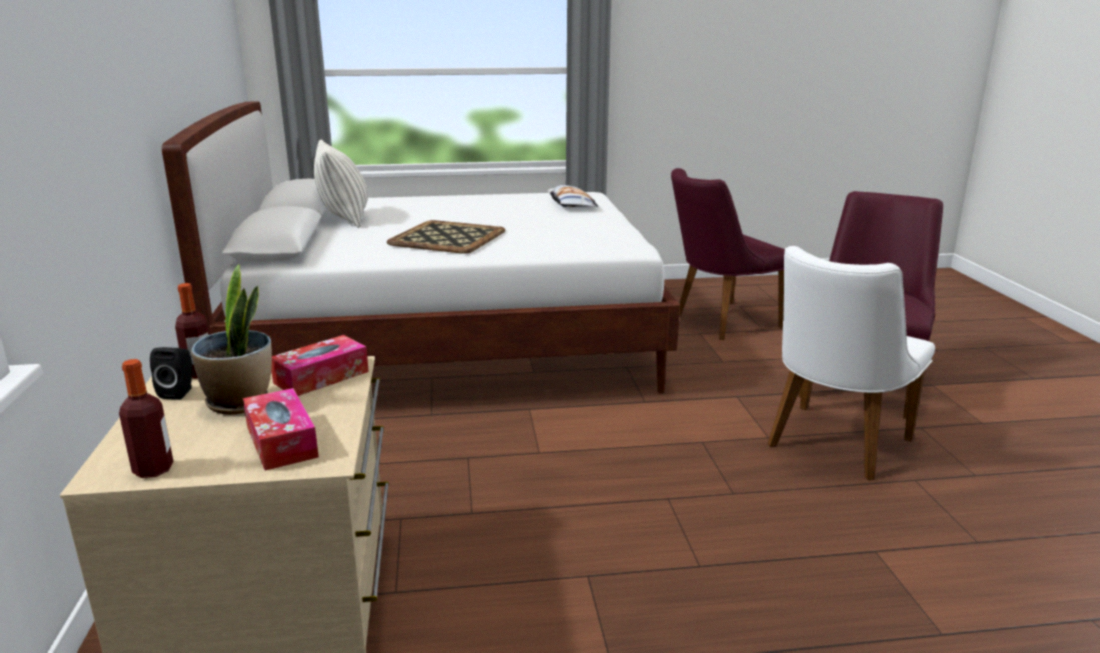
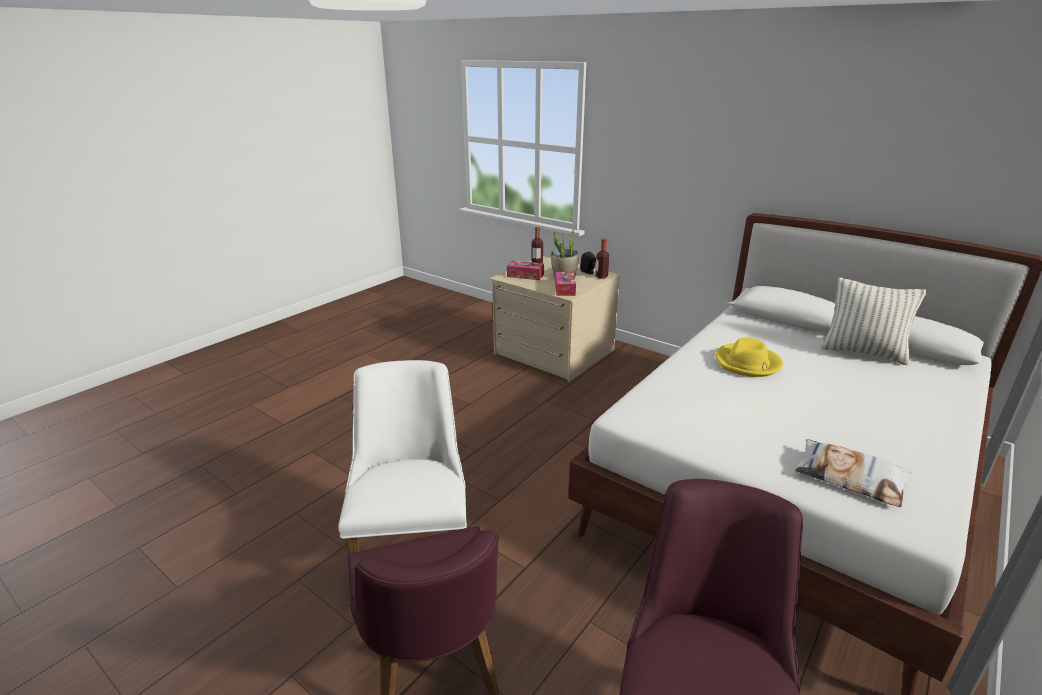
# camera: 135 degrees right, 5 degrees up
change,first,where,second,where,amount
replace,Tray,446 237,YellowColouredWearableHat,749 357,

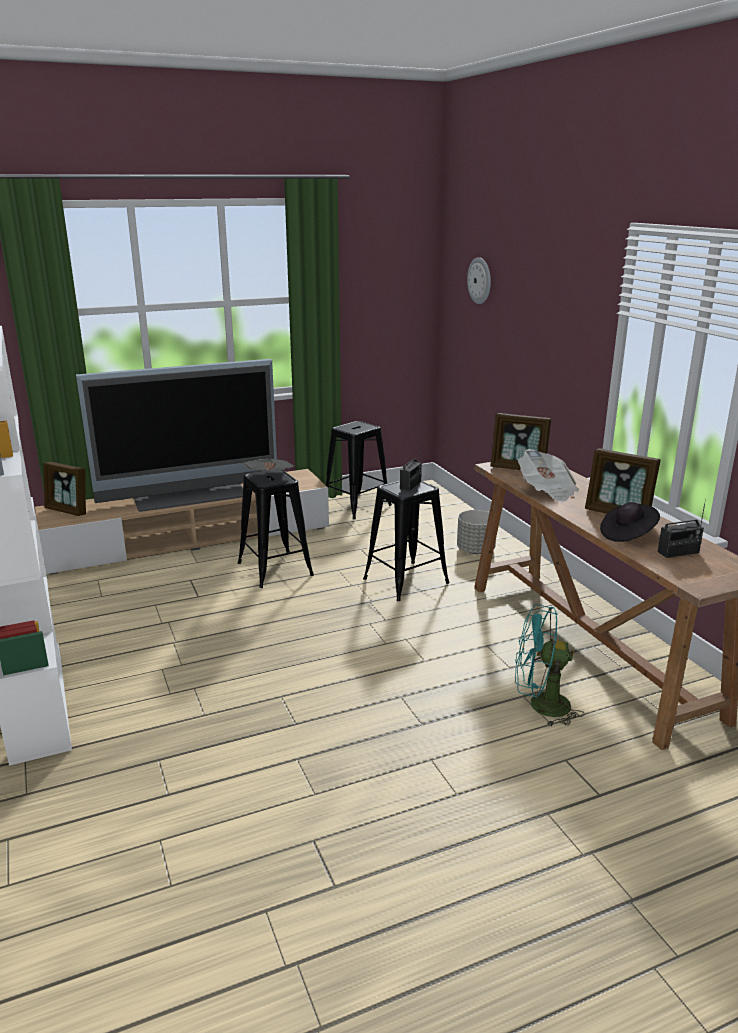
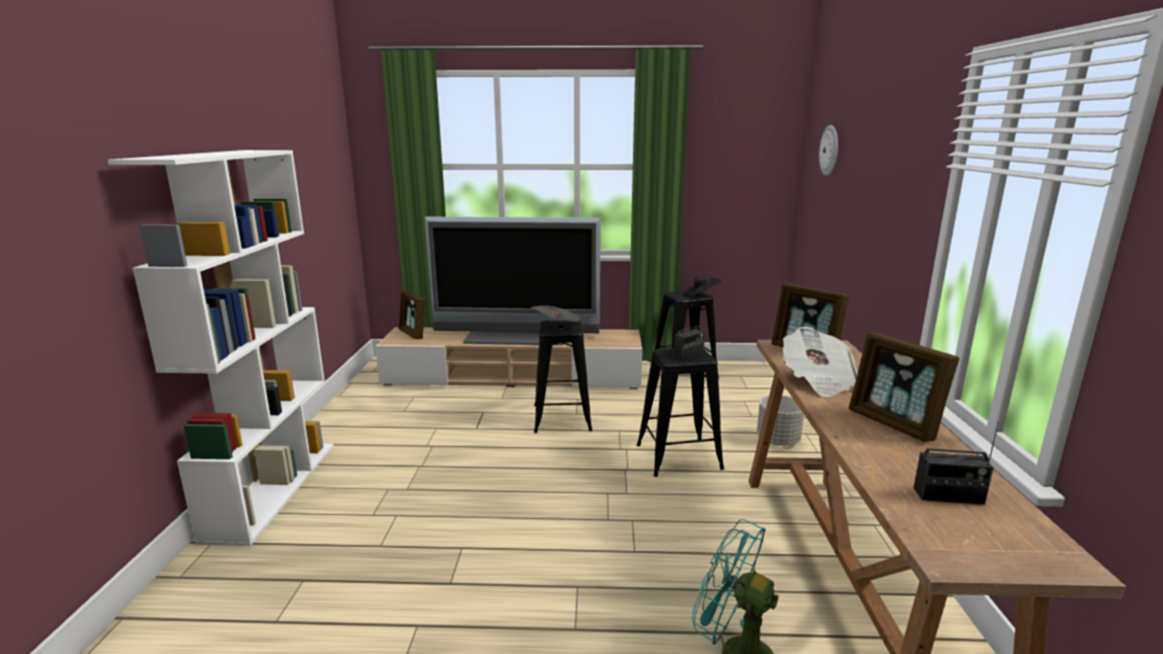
# camera: 25 degrees right, 5 degrees down
change,first,where,second,where,amount
move,BlackishWearableHat,630 522,,703 286,

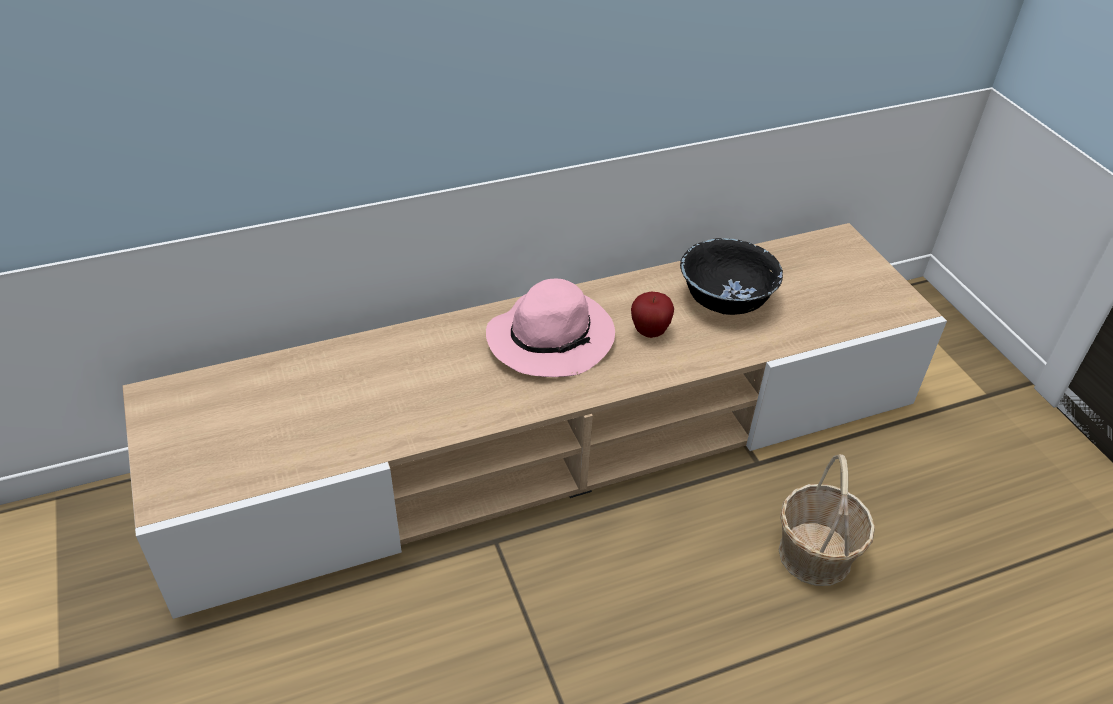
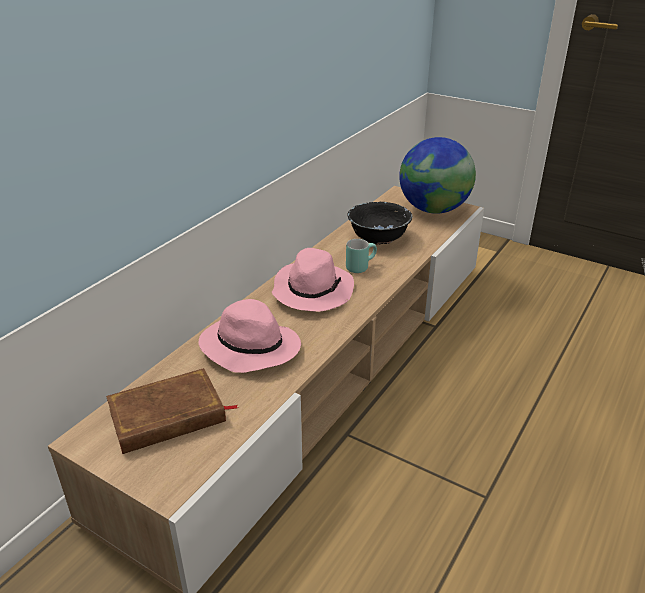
# camera: 35 degrees left, 10 degrees down
change,first,where,second,where,amount
delete,HouseholdBasket,827 520,,,
insert,,,BrownishBoundBook,172 411,
insert,,,PinkWearableHat,250 336,
insert,,,WorldGlobe,437 175,
replace,Apple,652 315,TurquoiseColouredMug,361 256,

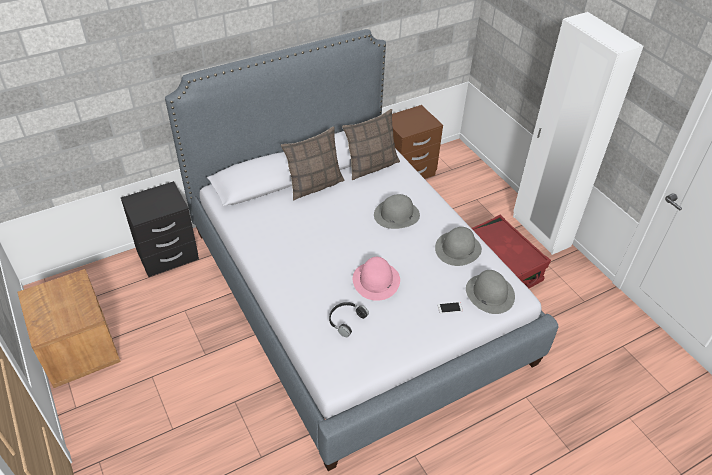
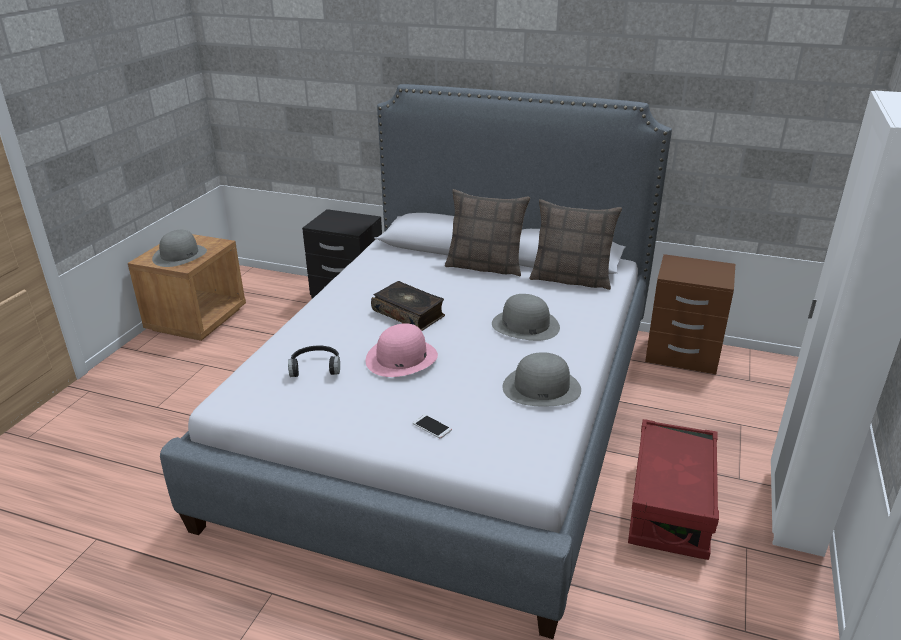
# camera: 50 degrees right, 15 degrees down
change,first,where,second,where,amount
insert,,,BoundBook,408 306,
move,GreyWearableHat,490 292,,179 248,

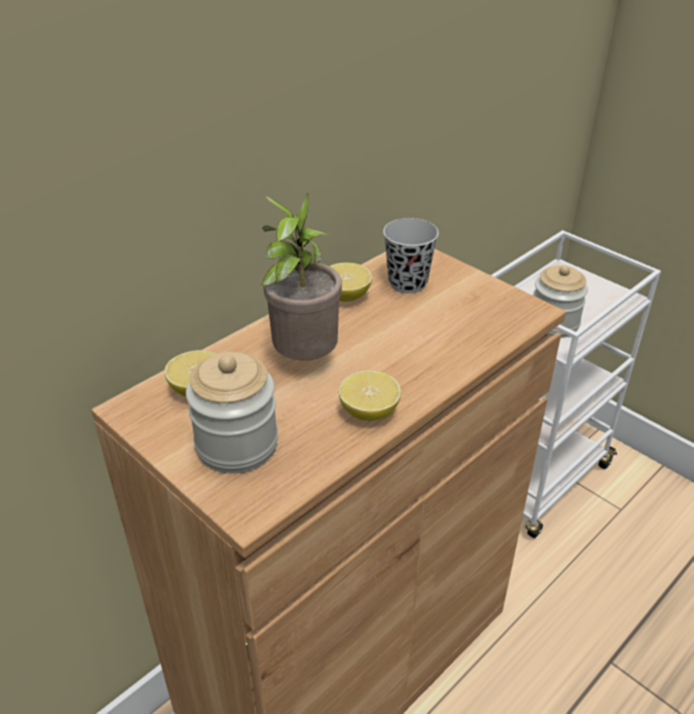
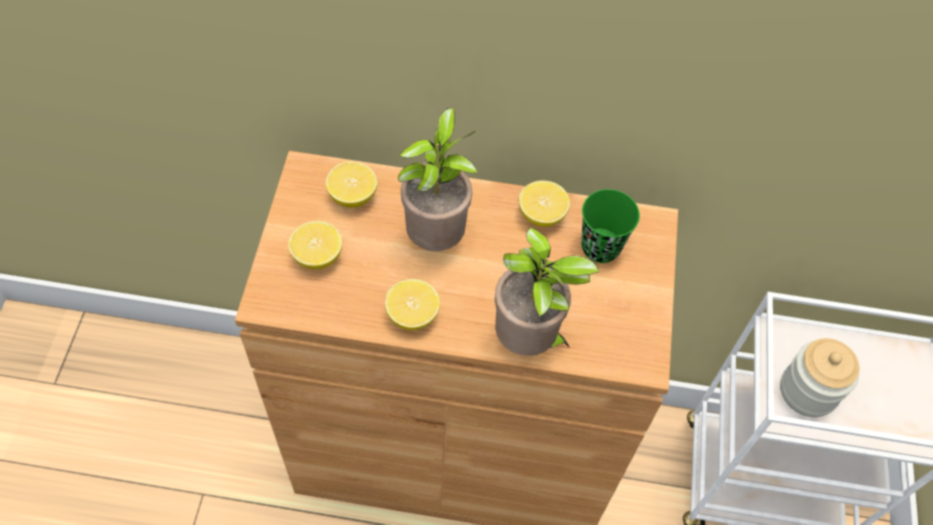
# camera: 50 degrees right, 20 degrees up
change,first,where,second,where,amount
insert,,,PottedPlant,547 291,
replace,StorageJar,232 412,Lemon,315 245,
recolor,BlackishSmallCup,411 255,GreenColouredSmallCup,610 226,

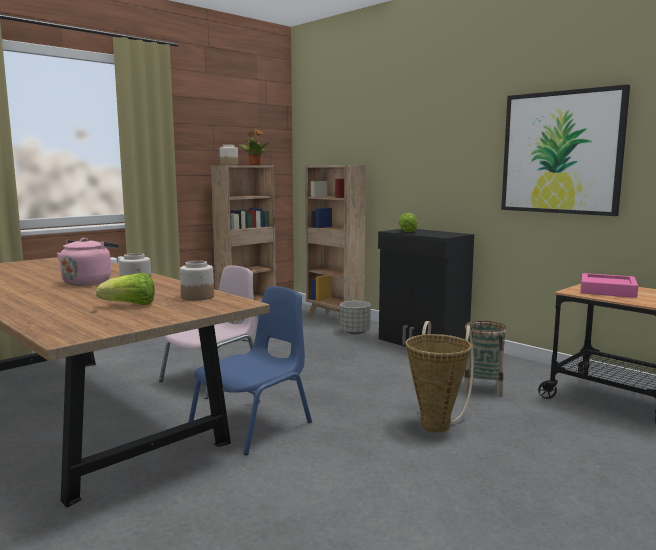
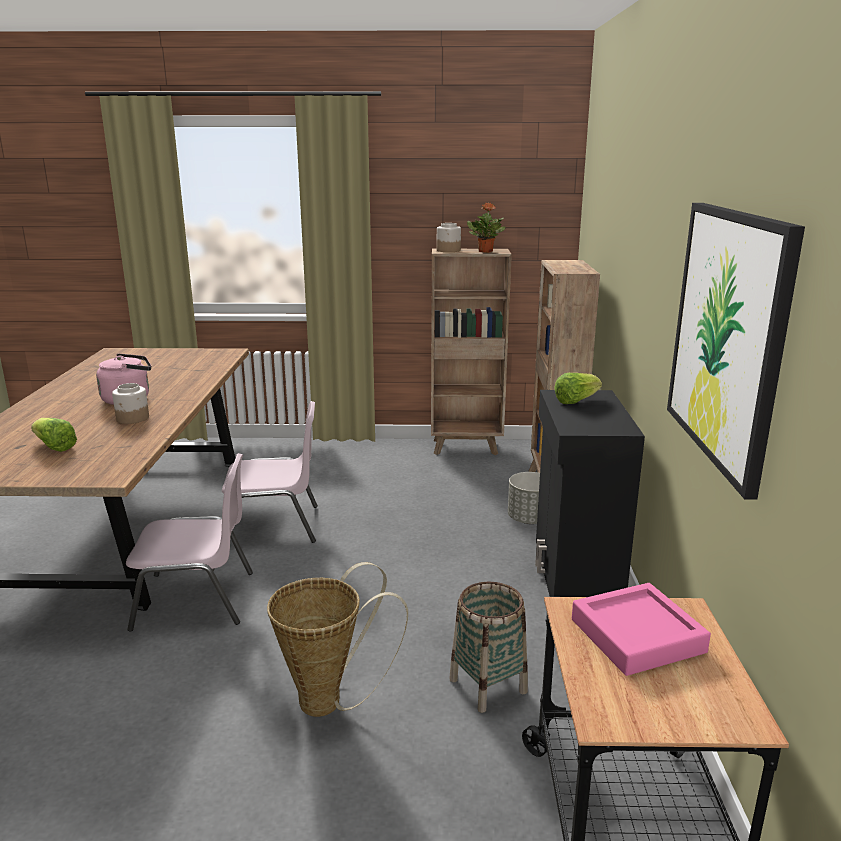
# camera: 45 degrees right, 10 degrees up
change,first,where,second,where,amount
delete,StorageJar,197 281,,,
recolor,BluePlainChair,250 370,PinkPlainChair,189 542,

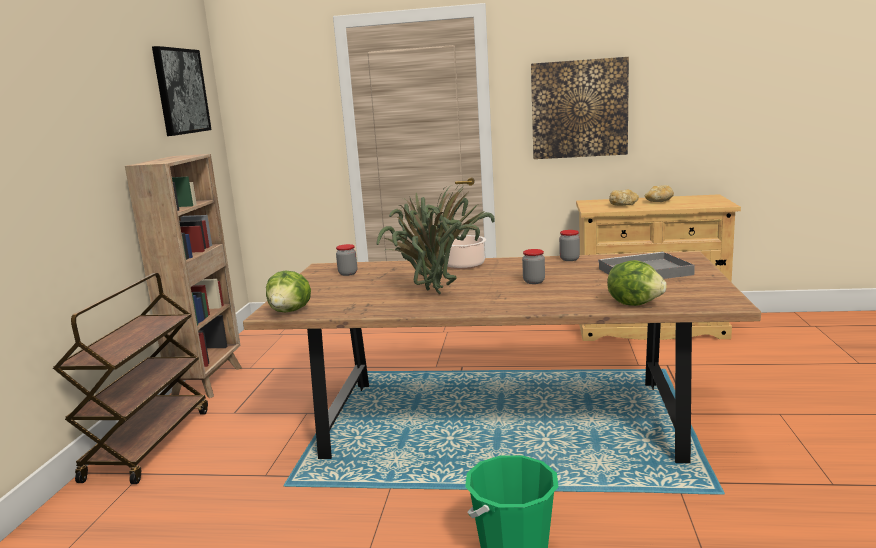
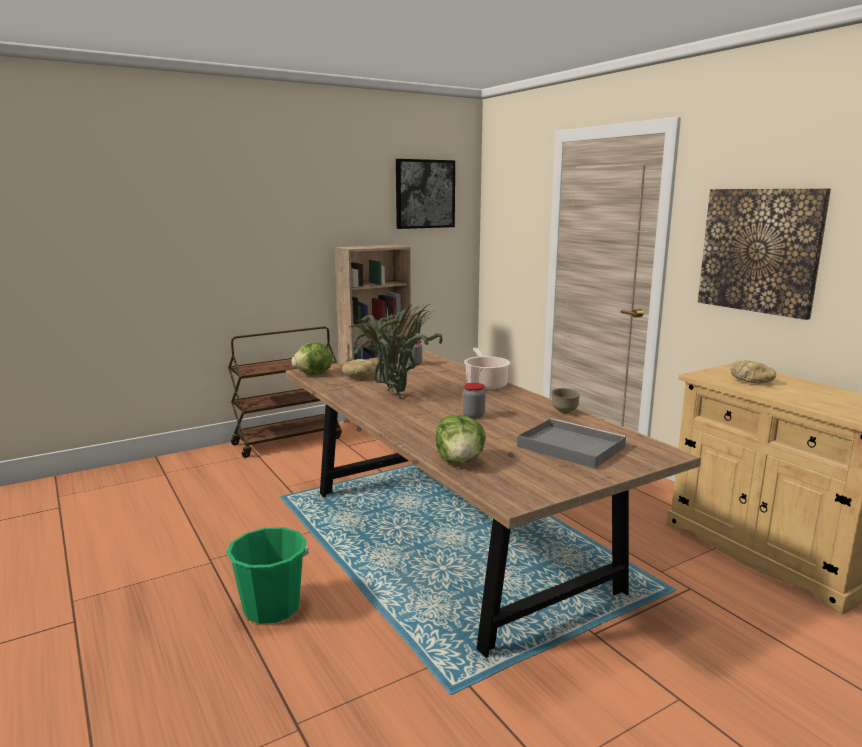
# camera: 50 degrees right, 0 degrees up
change,first,where,second,where,amount
move,Bread,659 193,,359 369,
replace,StorageJar,569 245,BrownishBowl,566 401,

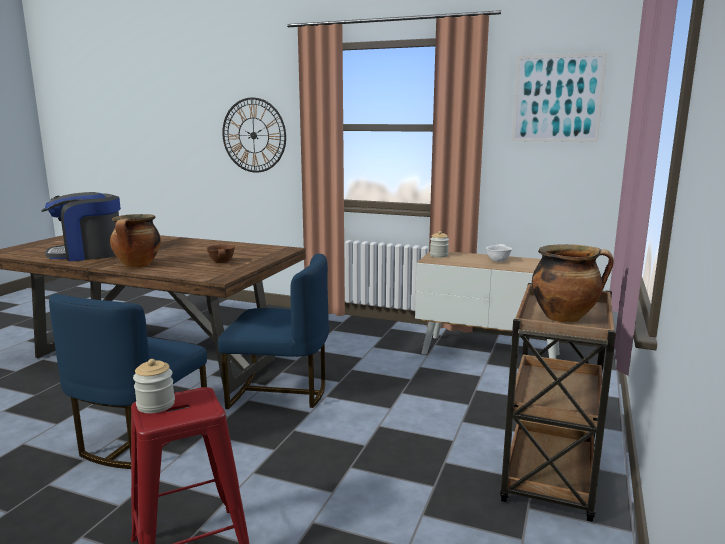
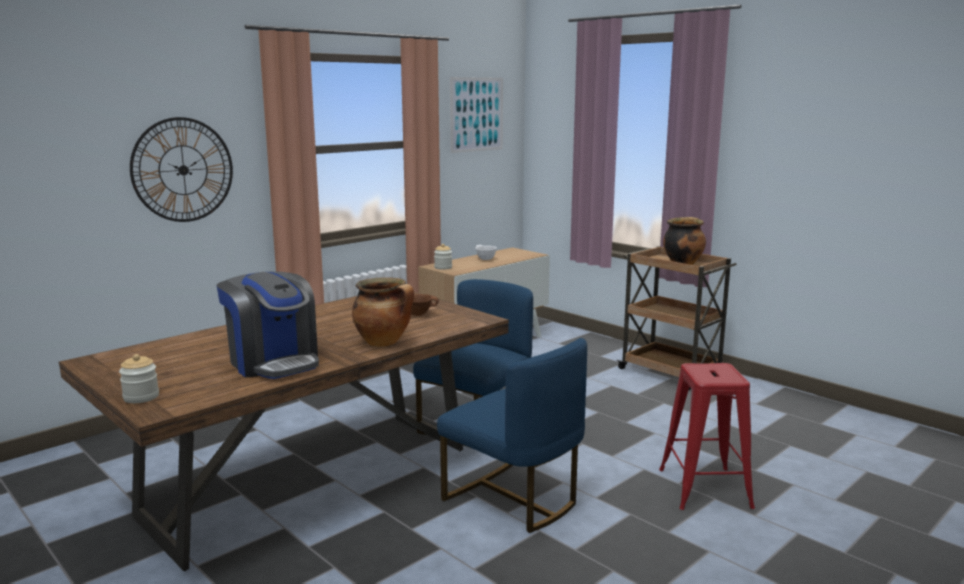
# camera: 65 degrees left, 0 degrees up
change,first,where,second,where,amount
move,StorageJar,154 386,,139 378,
rotate,CoffeeBrewer,81 227,,267 325,45 degrees counterclockwise

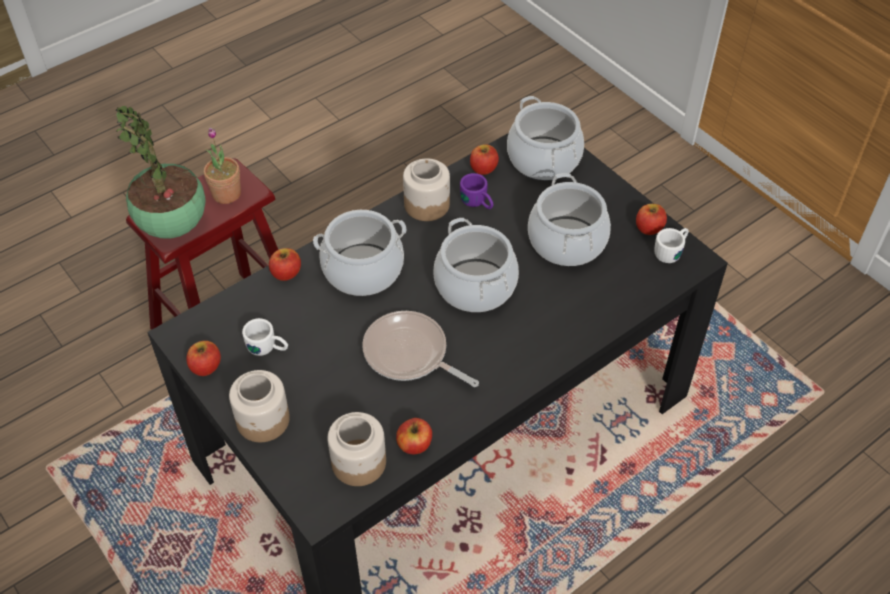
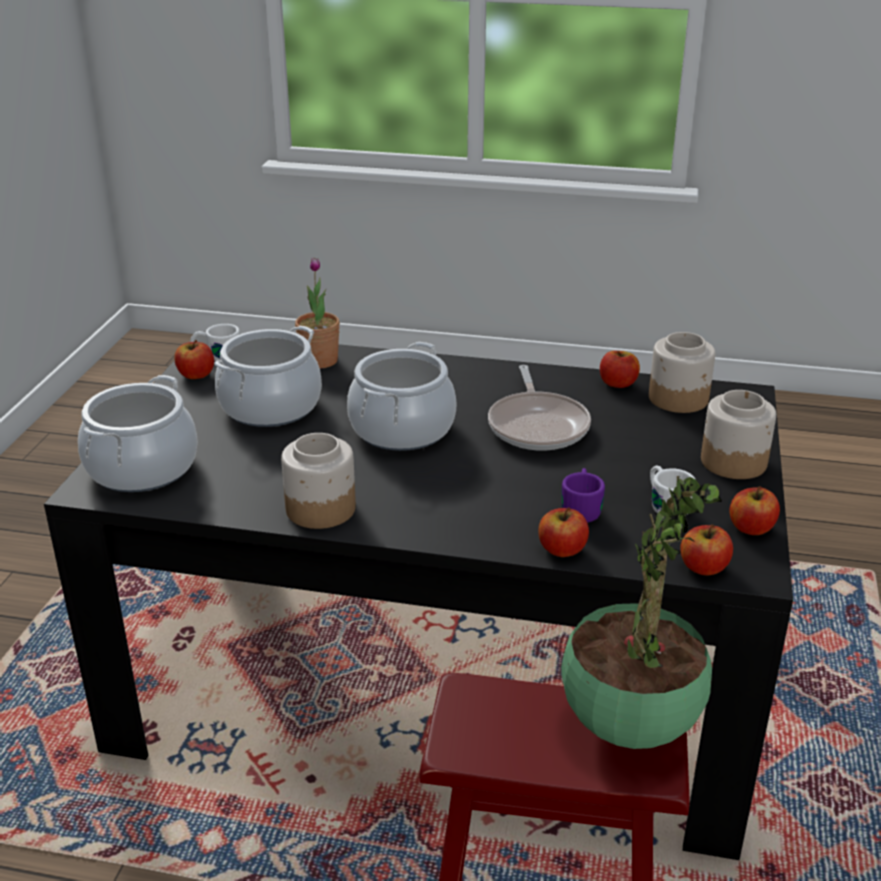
# camera: 130 degrees left, 20 degrees down
change,first,where,second,where,amount
delete,CookingPot,360 253,,,
move,PottedPlant,222 166,,317 313,
move,PurplishMug,477 191,,583 495,
move,Apple,484 160,,706 550,

